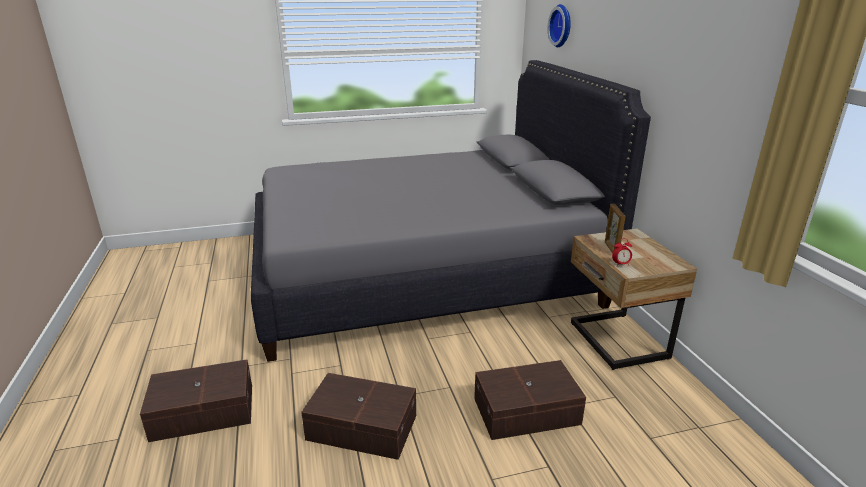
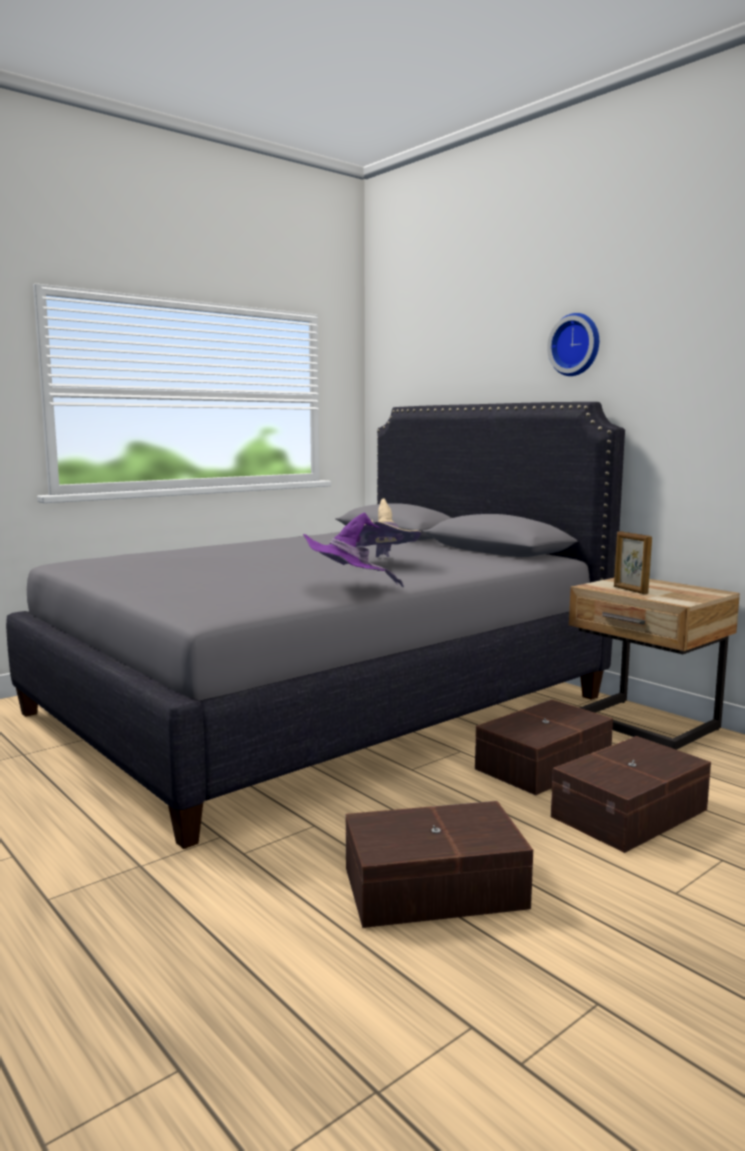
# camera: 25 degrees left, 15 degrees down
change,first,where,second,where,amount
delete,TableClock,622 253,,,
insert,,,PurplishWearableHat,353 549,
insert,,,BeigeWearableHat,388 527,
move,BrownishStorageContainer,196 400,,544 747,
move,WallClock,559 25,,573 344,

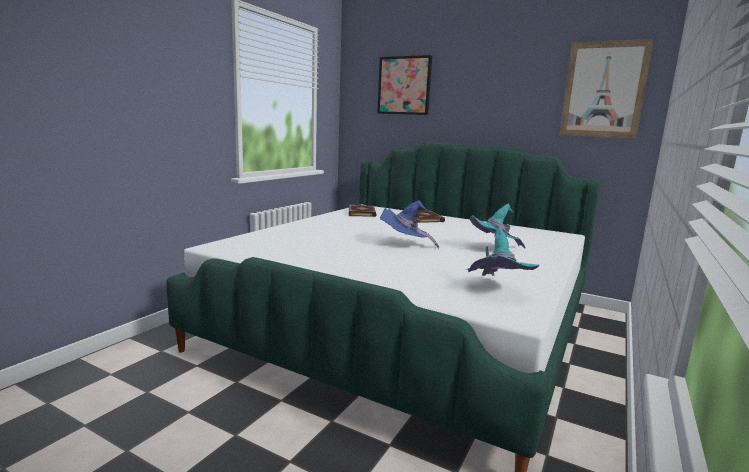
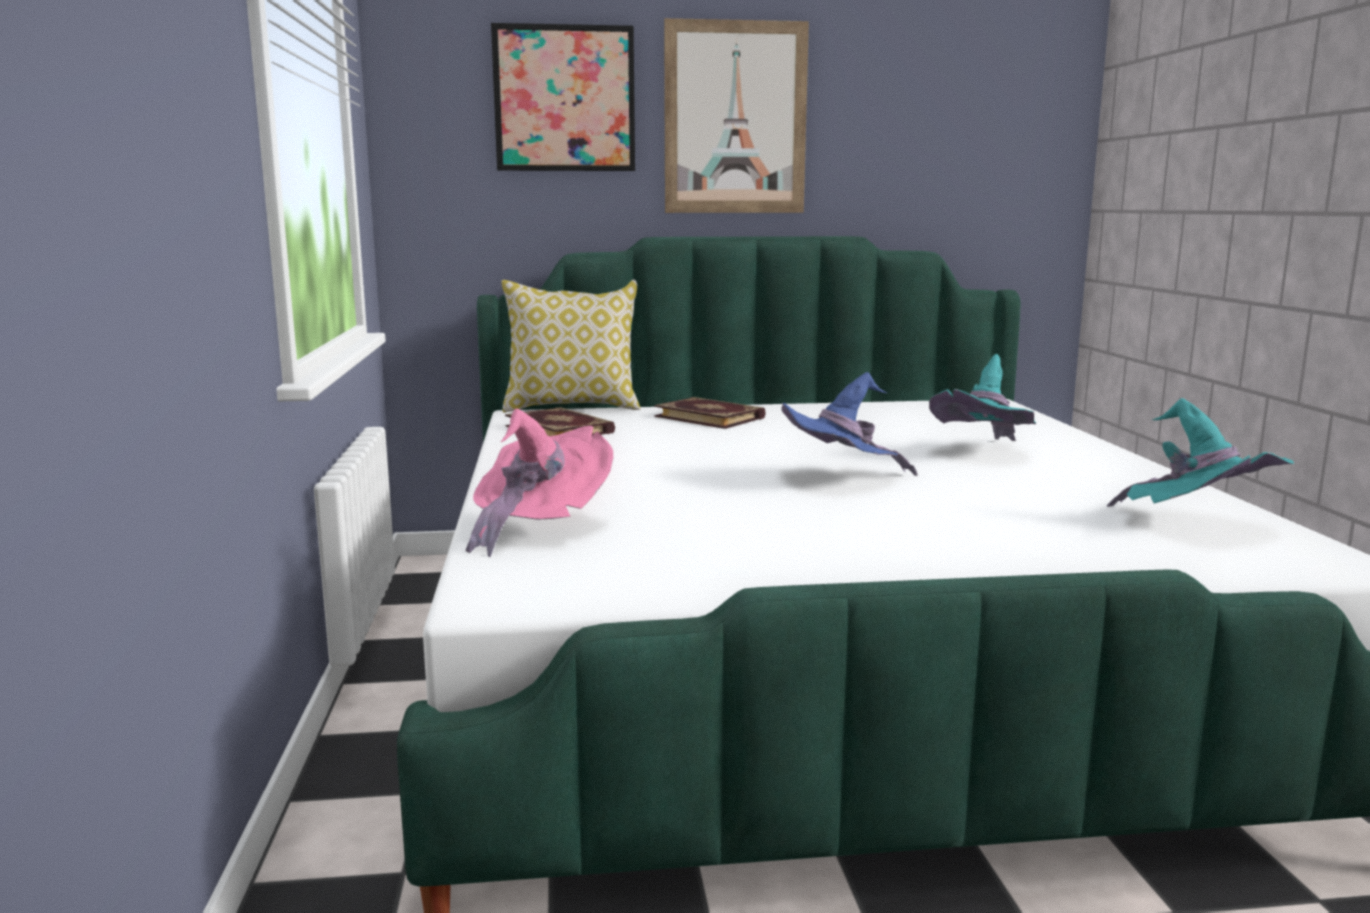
# camera: 35 degrees left, 0 degrees up
change,first,where,second,where,amount
insert,,,PinkWearableHat,539 483,
insert,,,Cushion,571 346,
move,Picture,606 89,,736 115,

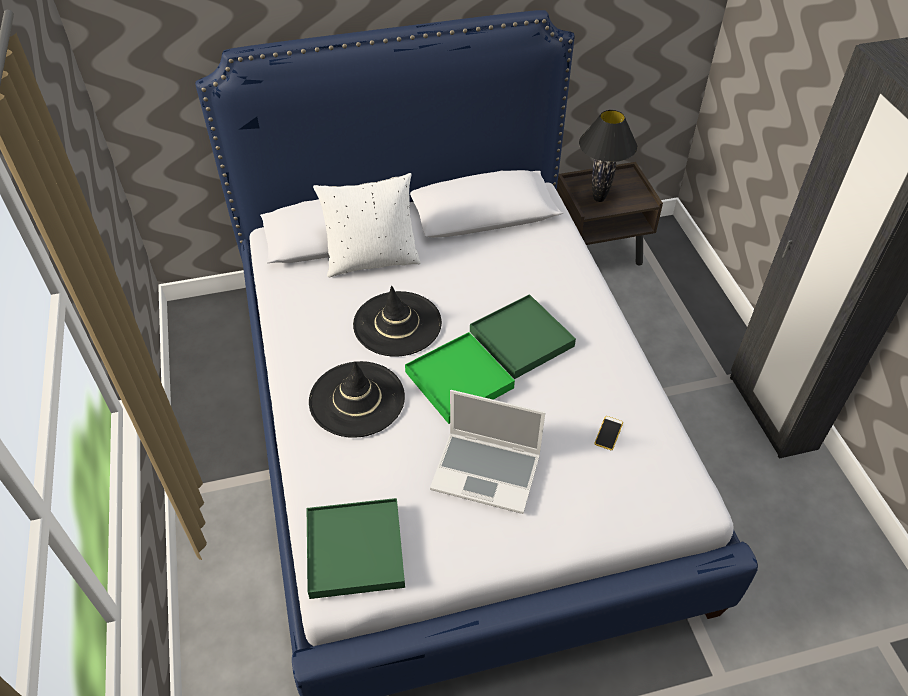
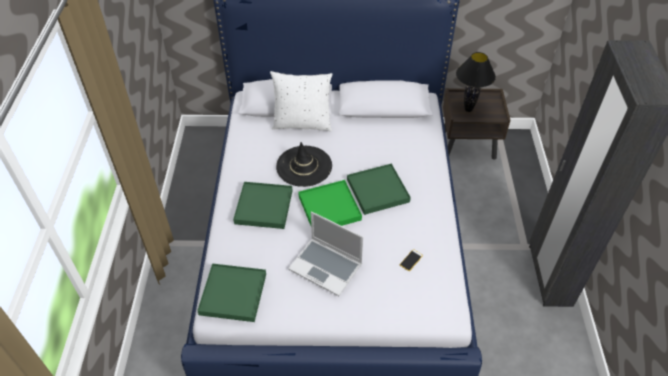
# camera: 15 degrees right, 0 degrees up
change,first,where,second,where,amount
replace,BlackishWearableHat,357 399,GreenColouredTray,263 205,

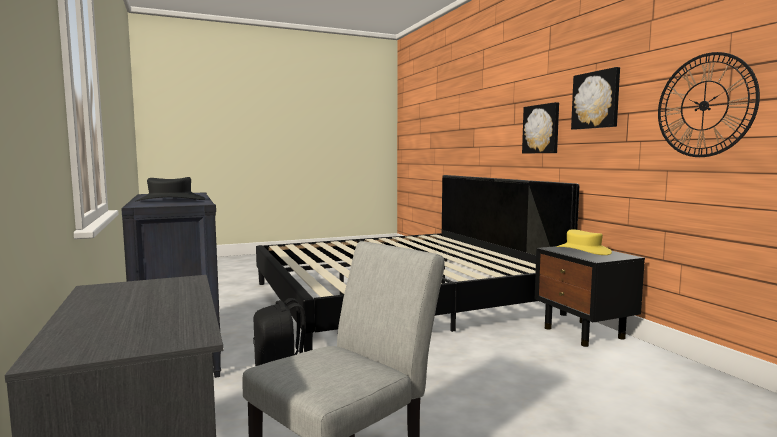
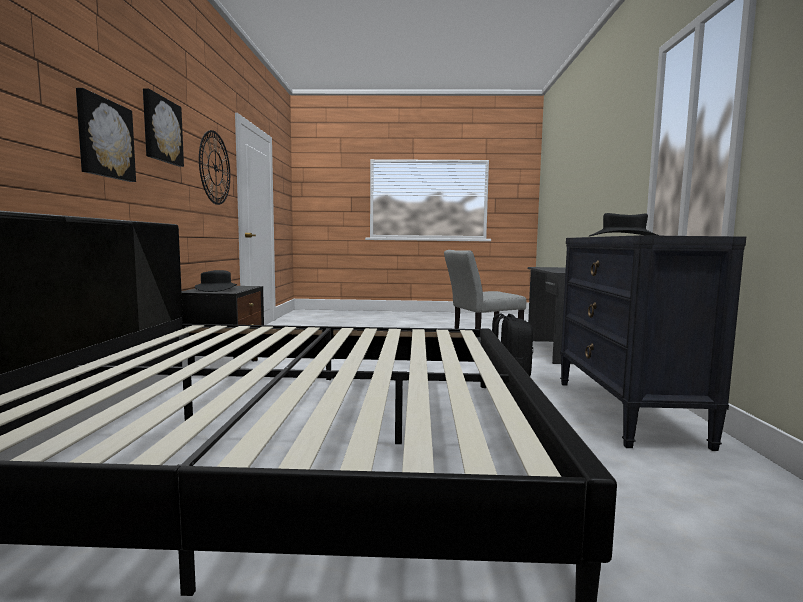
# camera: 155 degrees left, 0 degrees up
change,first,where,second,where,amount
recolor,YellowColouredWearableHat,584 242,BlackishWearableHat,216 281,

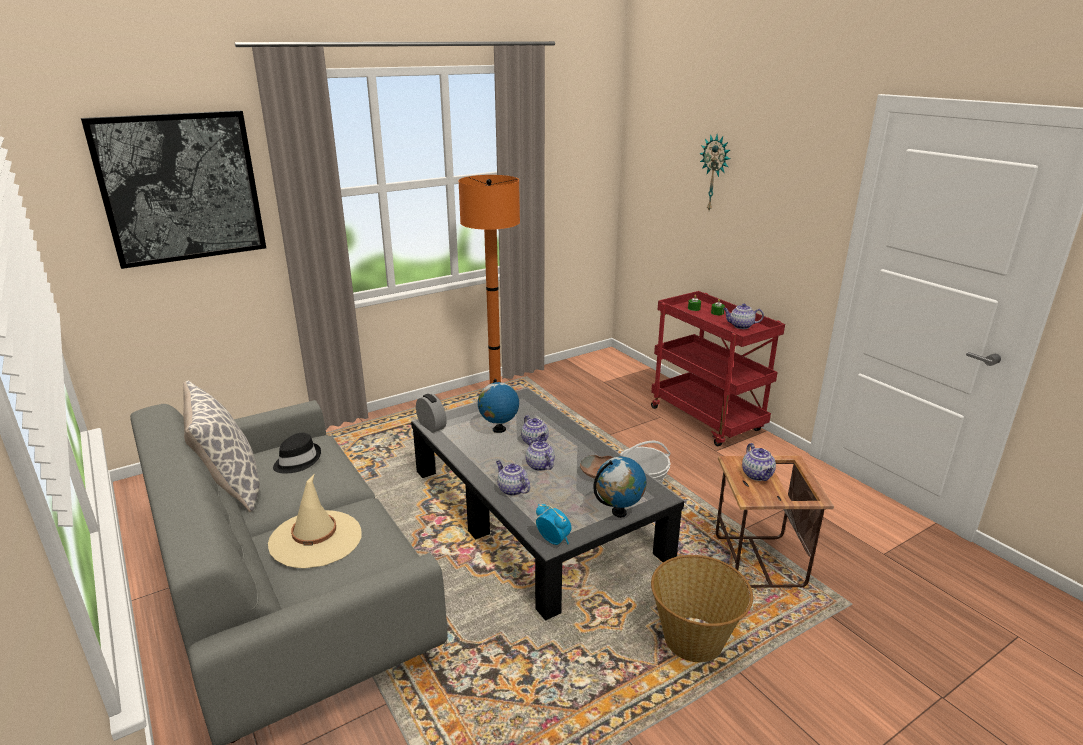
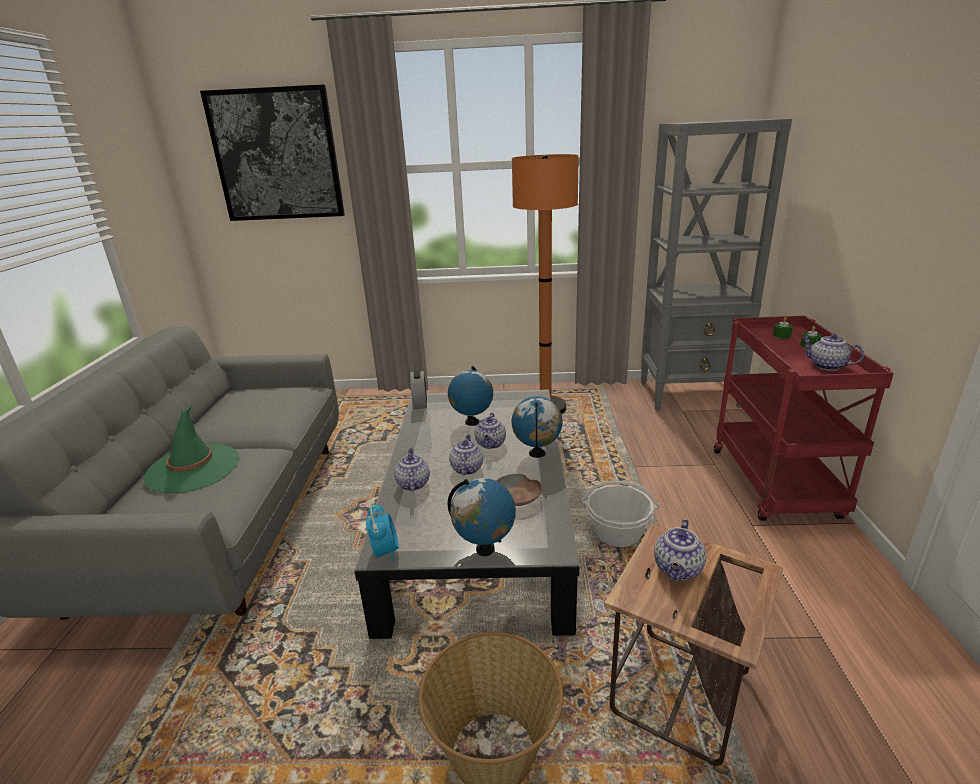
# camera: 35 degrees right, 0 degrees up
change,first,where,second,where,amount
delete,Cushion,221 446,,,
delete,BlackishWearableHat,297 453,,,
delete,WallClock,714 172,,,
insert,,,WorldGlobe,537 427,
insert,,,GreyShelvingUnit,716 264,
recolor,BeigeWearableHat,315 521,GreenColouredWearableHat,191 449,

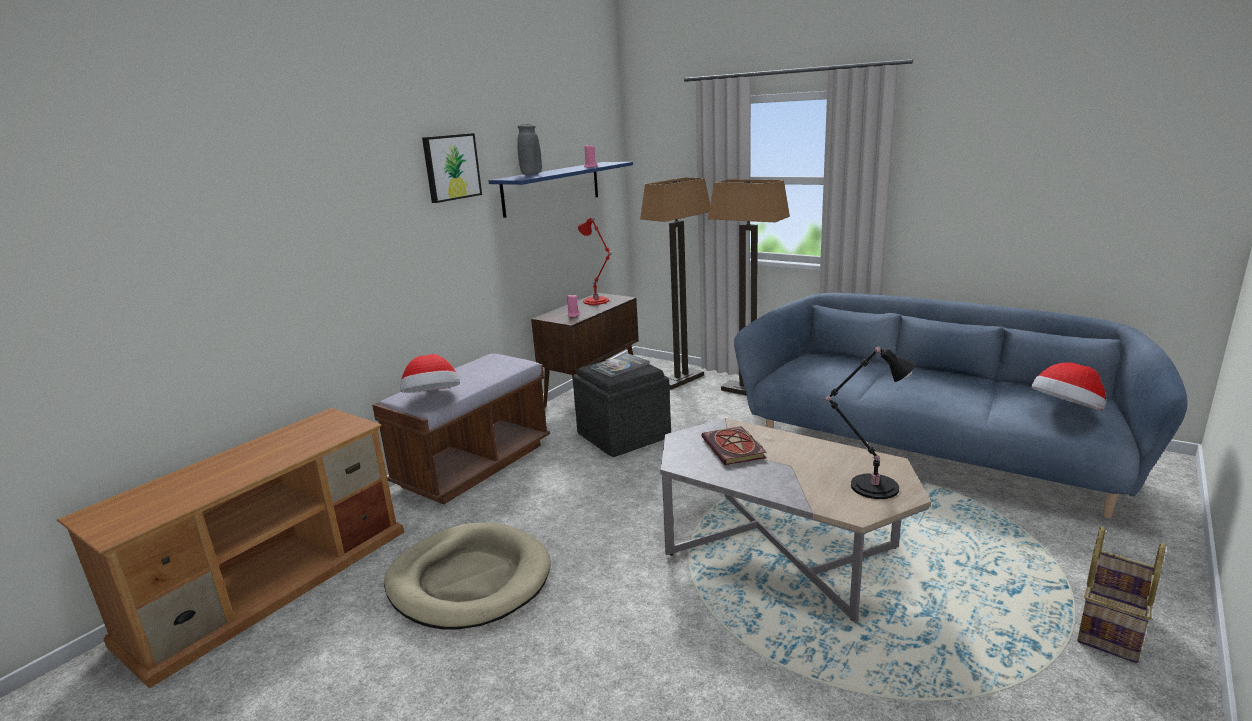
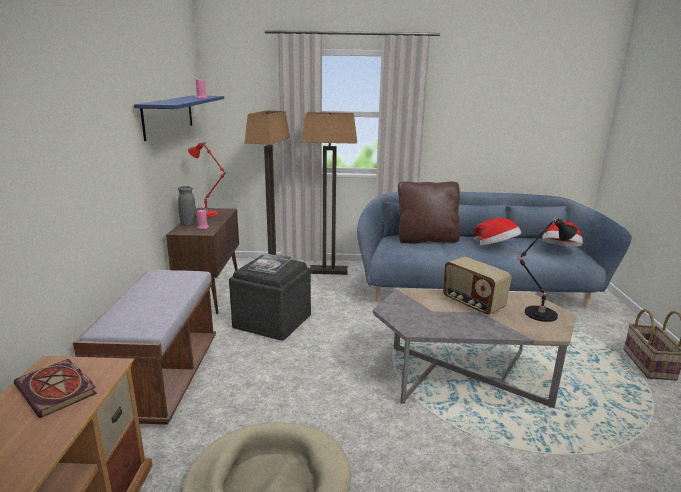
# camera: 35 degrees left, 0 degrees up
change,first,where,second,where,amount
delete,Picture,452 168,,,
insert,,,BrownishCushion,429 212,
insert,,,RadioReceiver,477 286,
move,WearableHat,430 373,,497 231,
move,GreyFlowerVase,529 149,,187 206,
move,BoundBook,734 445,,55 388,

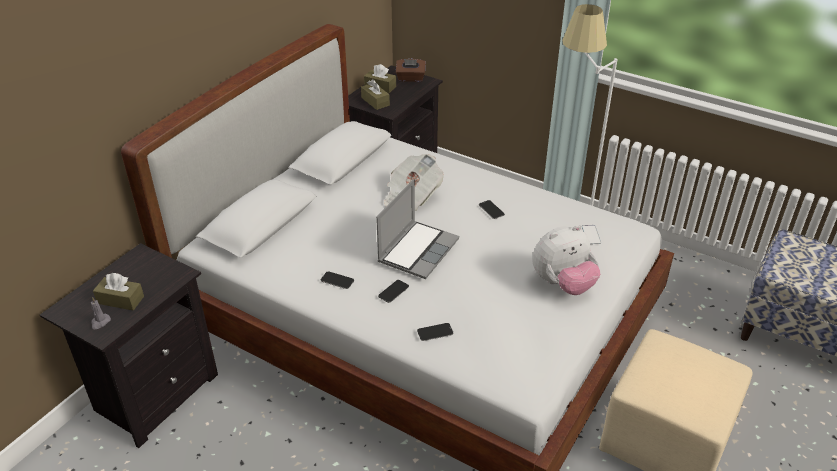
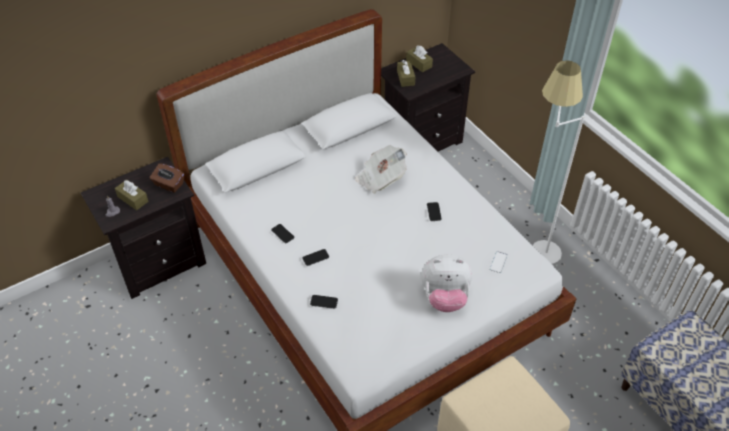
# camera: 25 degrees right, 10 degrees up
change,first,where,second,where,amount
delete,PortableComputer,417 229,,,
move,BrownishTissueBox,411 70,,167 178,

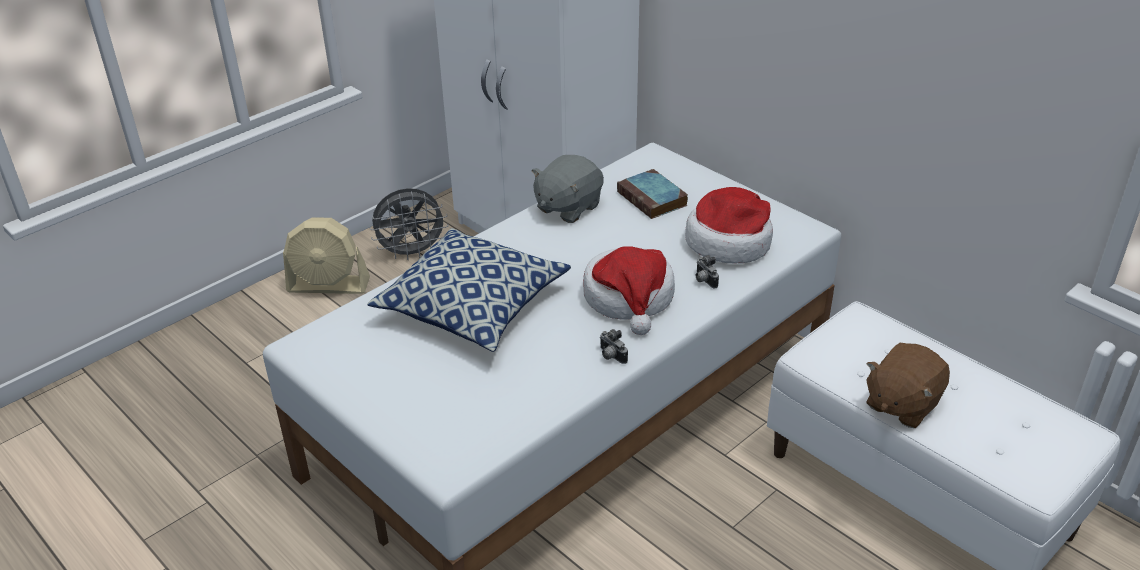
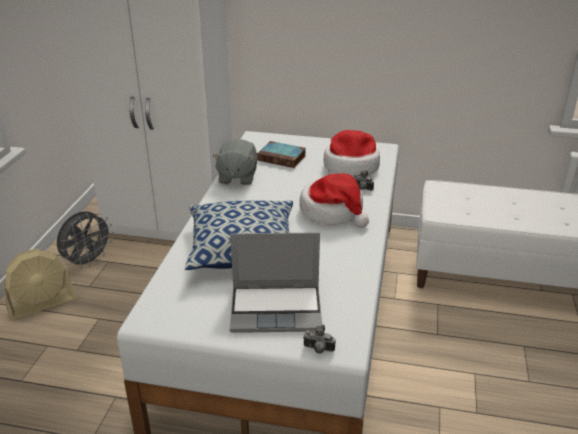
# camera: 35 degrees left, 5 degrees down
change,first,where,second,where,amount
delete,BrownishPlushToy,908 385,,,
insert,,,PortableComputer,276 282,
move,StillCamera,614 346,,319 339,

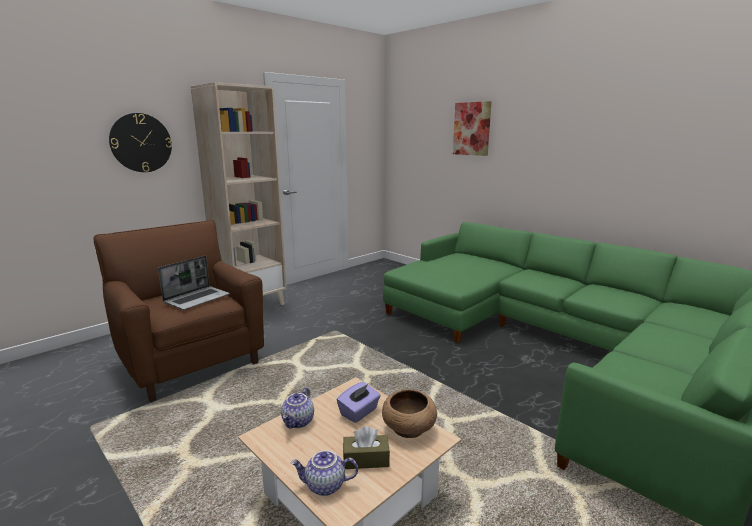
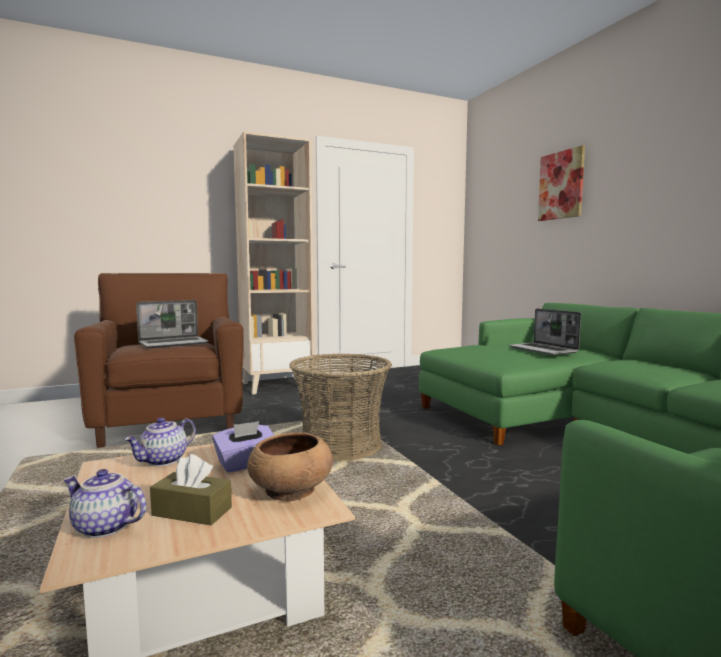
# camera: 20 degrees right, 10 degrees down
change,first,where,second,where,amount
delete,WallClock,140 142,,,
insert,,,HouseholdBasket,340 407,
insert,,,PortableComputer,545 331,

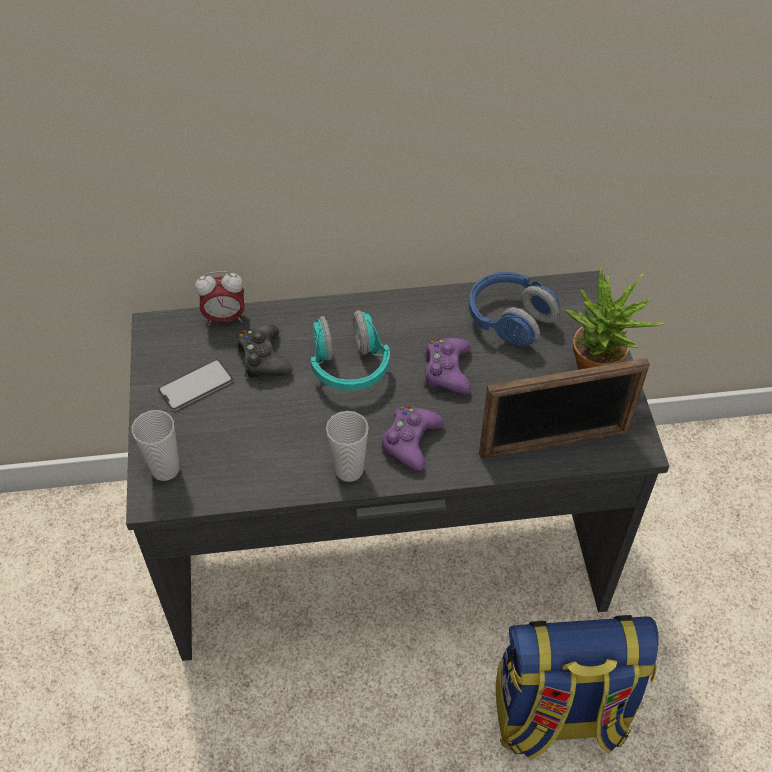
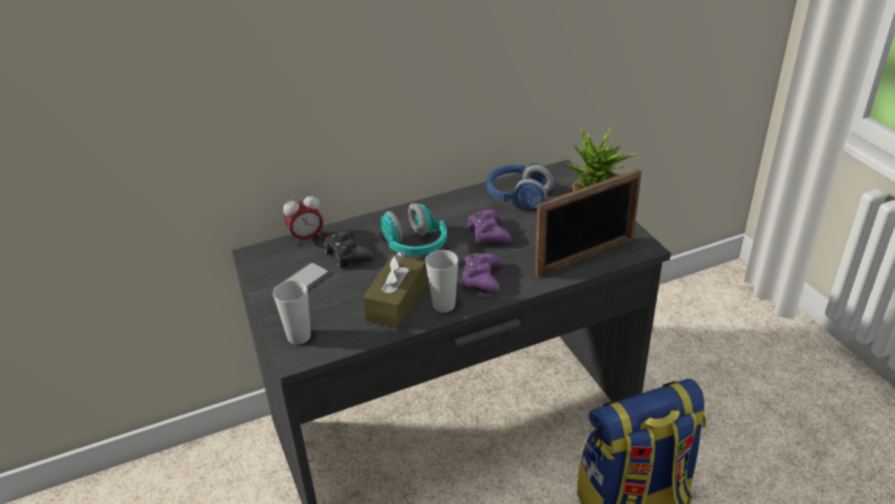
# camera: 15 degrees left, 15 degrees down
change,first,where,second,where,amount
insert,,,BrownishTissueBox,395 290,

